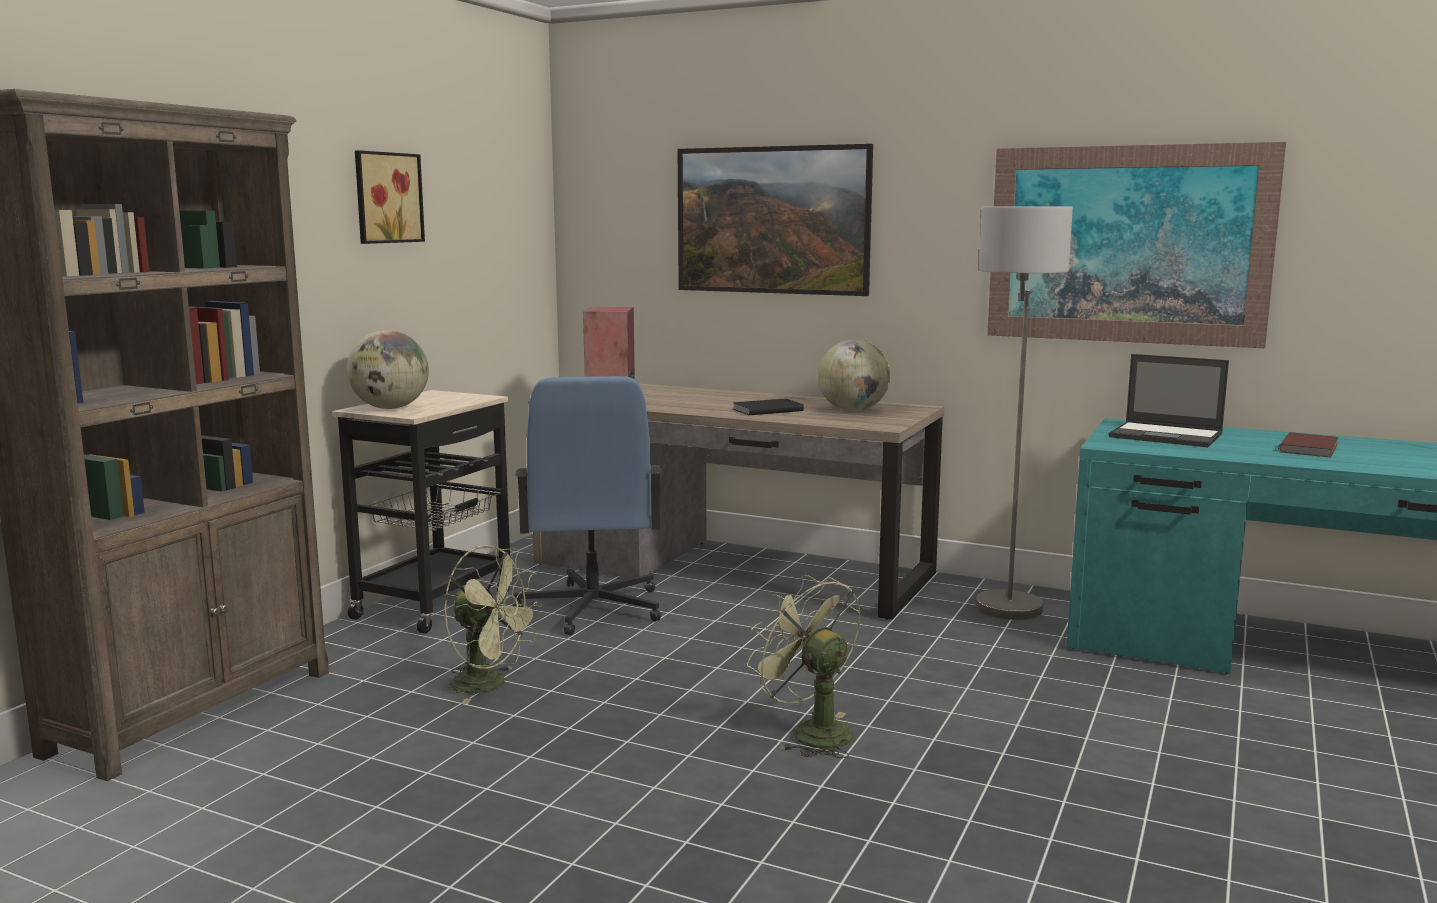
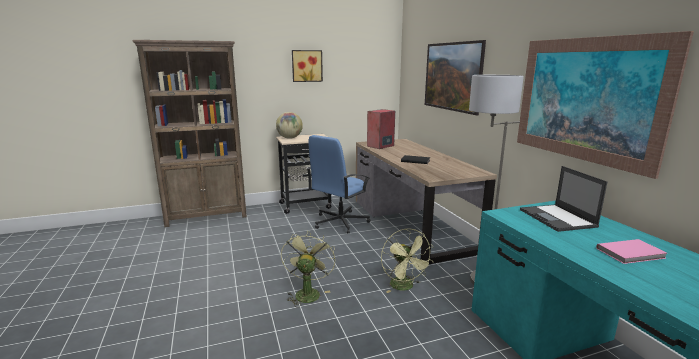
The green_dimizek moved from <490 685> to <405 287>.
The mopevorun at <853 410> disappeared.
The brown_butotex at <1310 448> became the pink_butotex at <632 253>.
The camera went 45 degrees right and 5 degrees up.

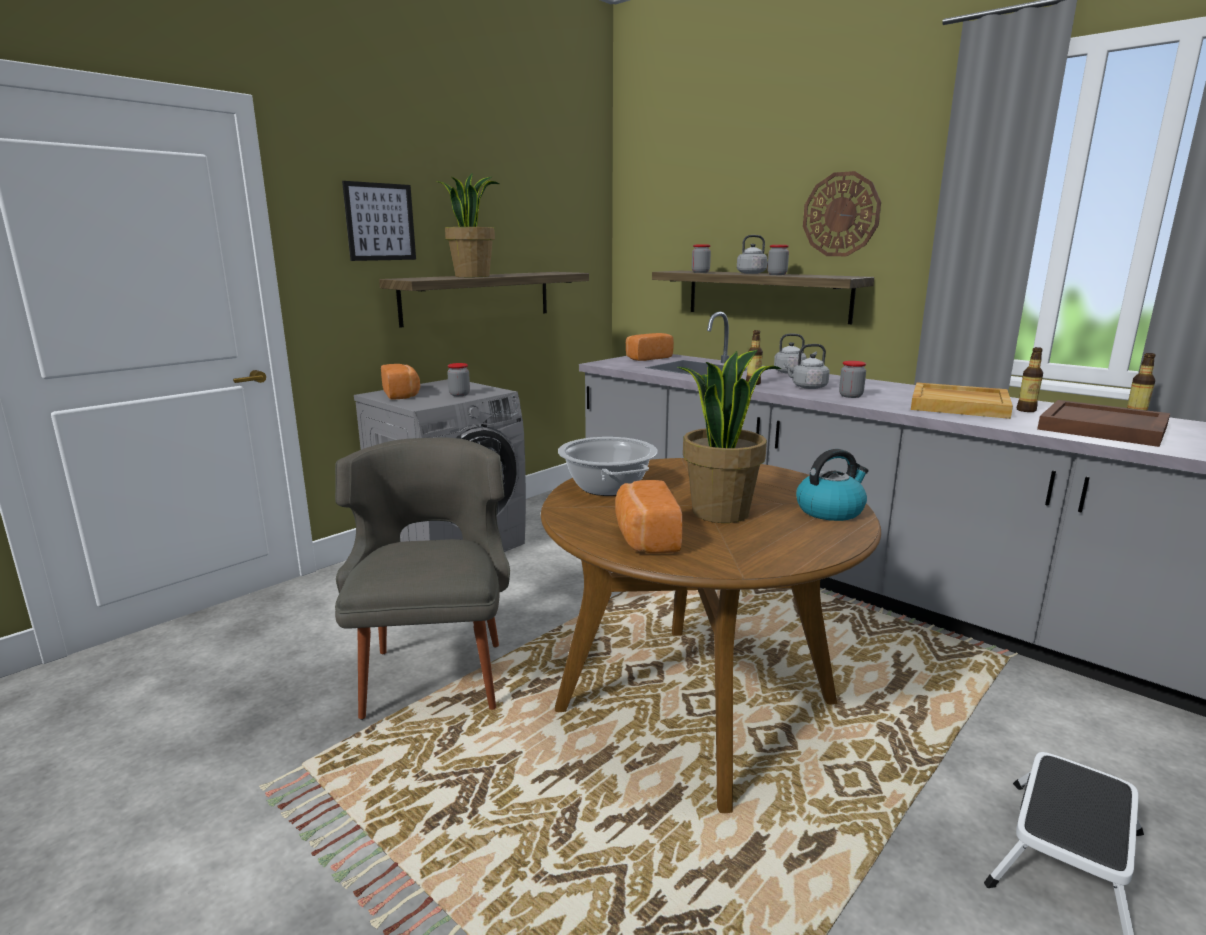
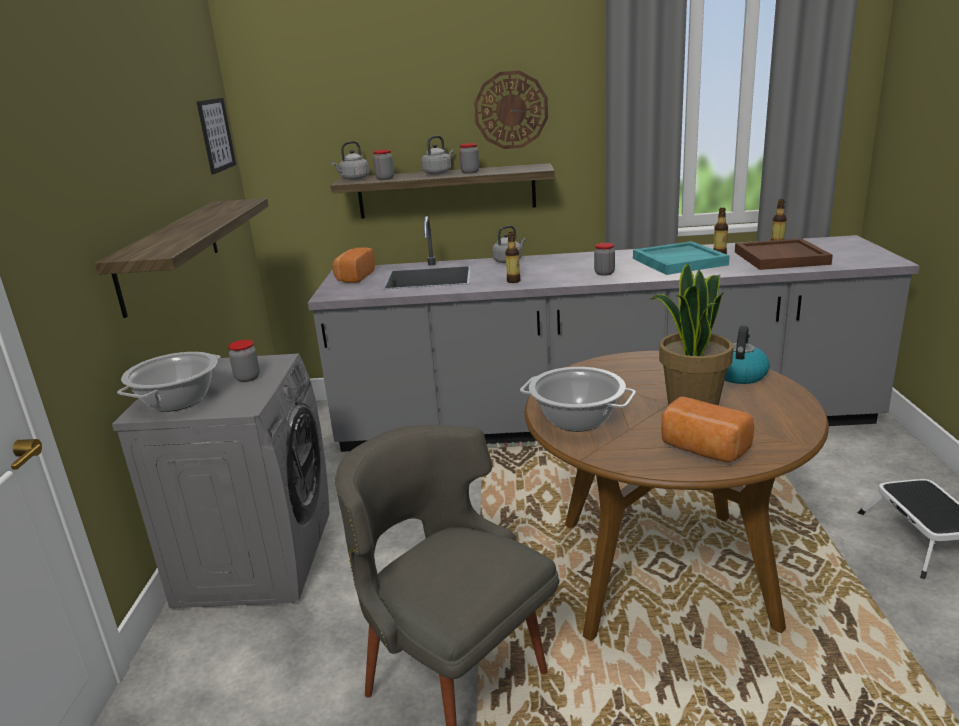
The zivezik moved from <380 222> to <216 135>.
The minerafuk at <402 394> was replaced by the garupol at <178 401>.
The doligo at <472 276> disappeared.
The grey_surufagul moved from <807 387> to <353 179>.
The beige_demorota at <960 405> became the turquoise_demorota at <679 261>.
The camera went 40 degrees left and 5 degrees up.

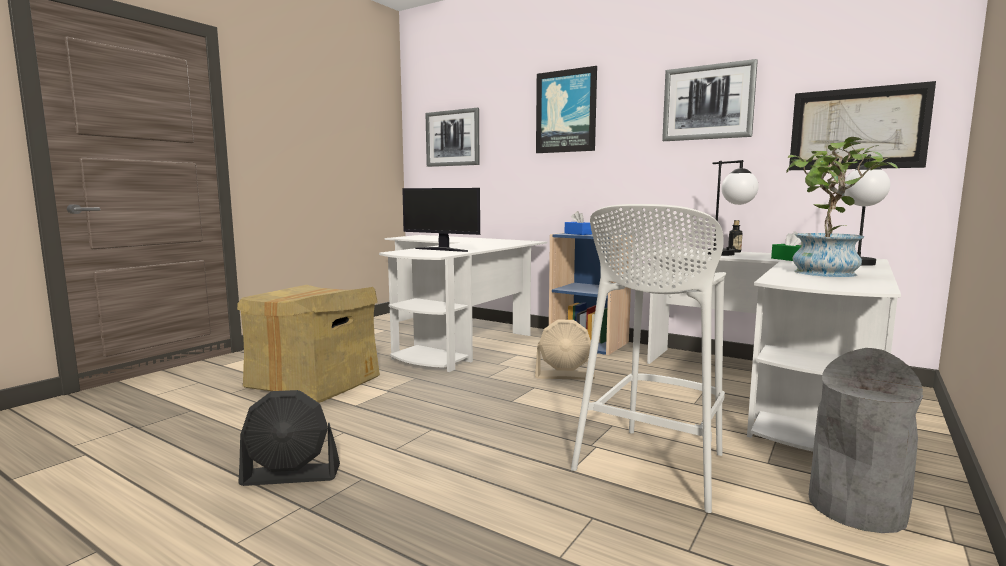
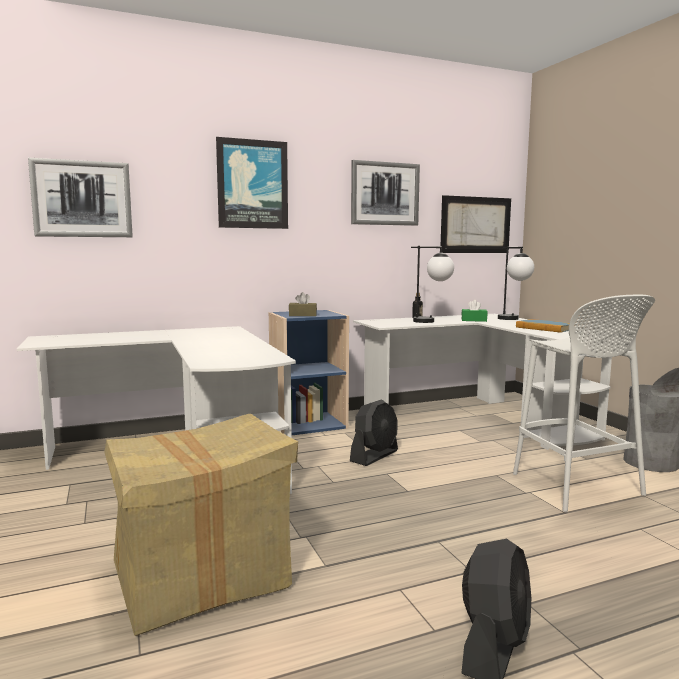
The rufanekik at <442 250> disappeared.
The beige_dimizek at <564 376> became the black_dimizek at <374 456>.
The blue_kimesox at <578 234> became the brown_kimesox at <302 315>.
The doligo at <825 274> was replaced by the butotex at <544 328>.
The camera went 55 degrees left and 0 degrees up.

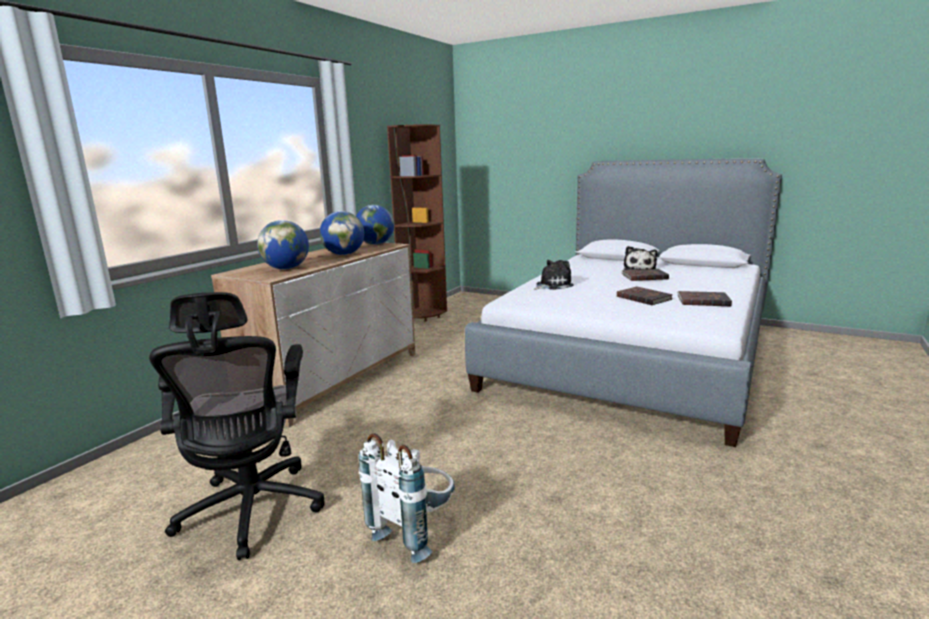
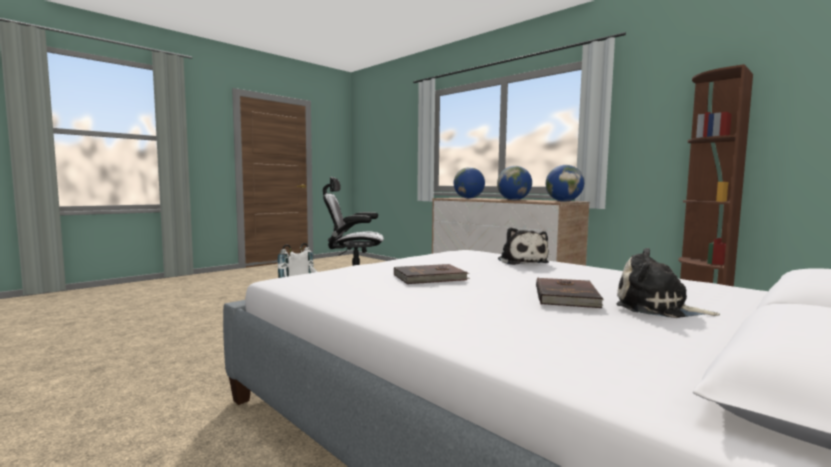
The brown_butotex at <703 301> disappeared.
The camera went 105 degrees right and 10 degrees down.

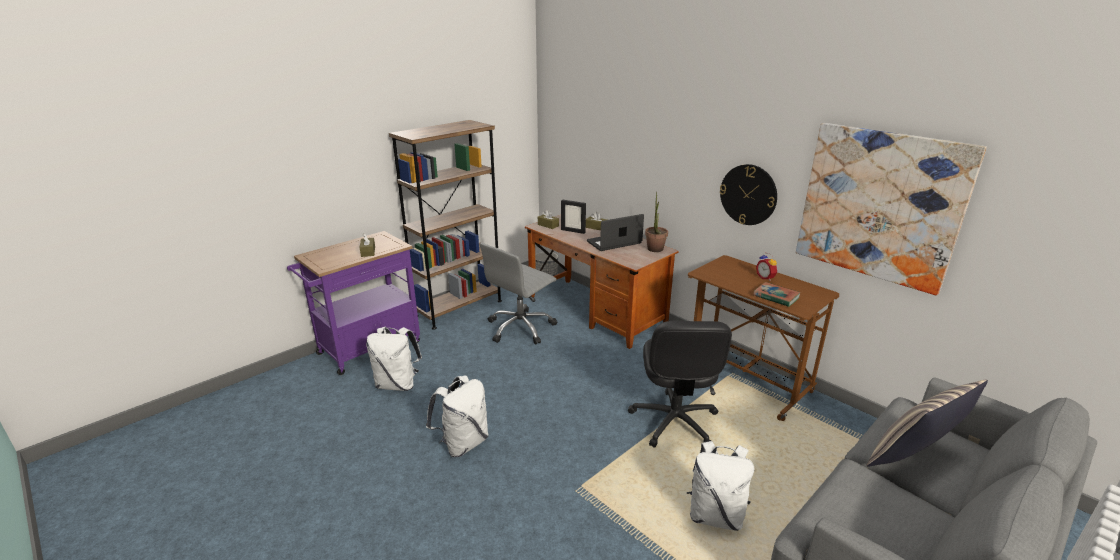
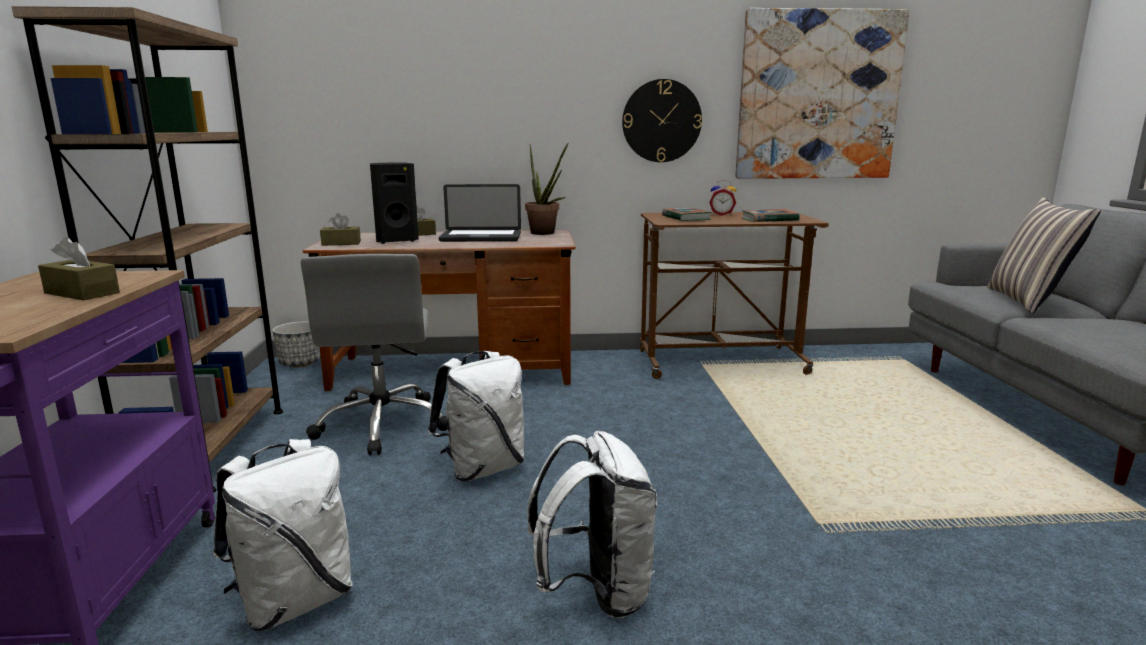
The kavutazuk at <573 231> was replaced by the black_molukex at <395 240>.
The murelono at <614 242> turned 105 degrees counterclockwise.
The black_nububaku at <674 421> disappeared.
The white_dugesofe moved from <715 515> to <483 468>.
The butotex at <686 218> appeared.
The camera went 50 degrees left and 10 degrees down.

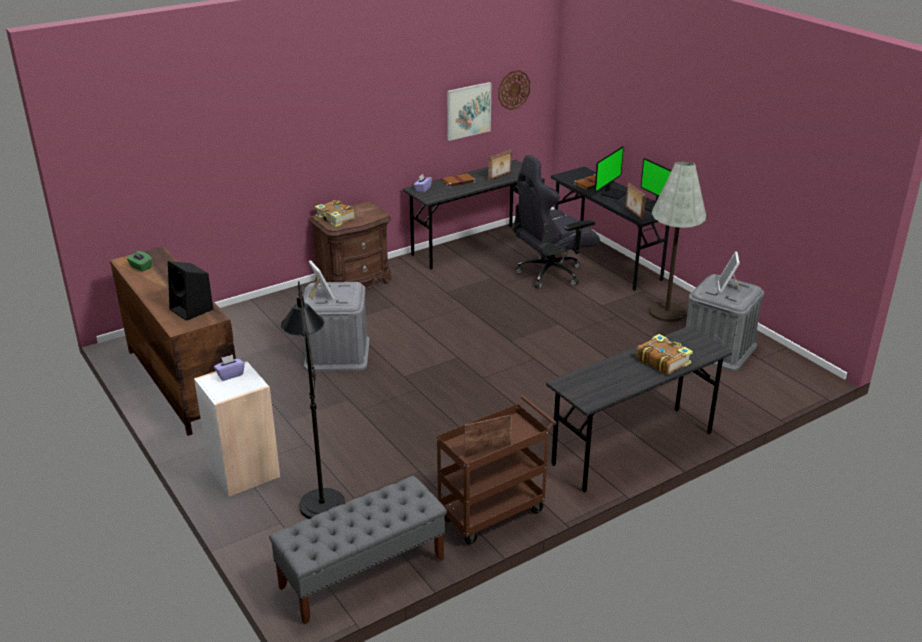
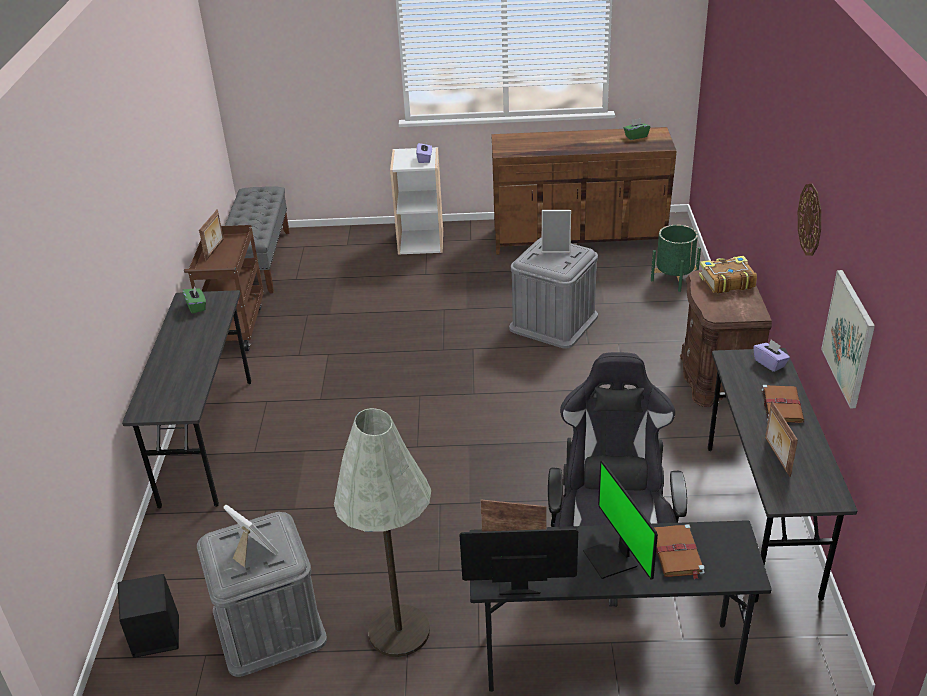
The black_molukex moved from <192 309> to <154 637>.
The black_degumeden at <320 497> disappeared.
The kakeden moved from <513 89> to <810 219>.
The butotex at <663 360> disappeared.
The green_kimesox at <196 306> appeared.
The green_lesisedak at <674 279> appeared.
The camera went 125 degrees right and 5 degrees up.

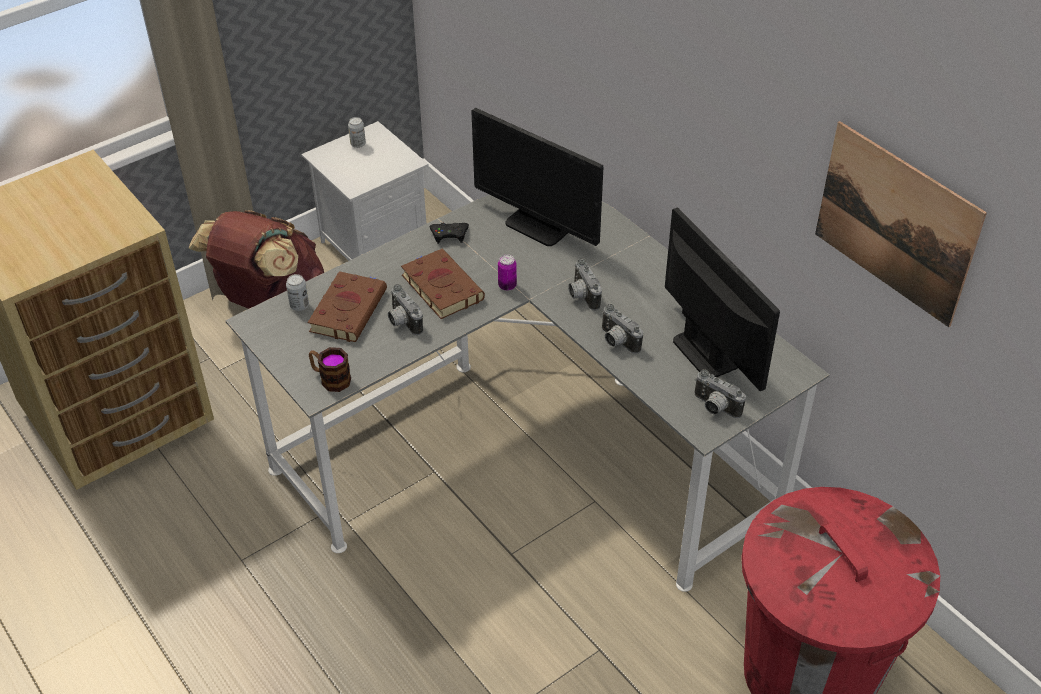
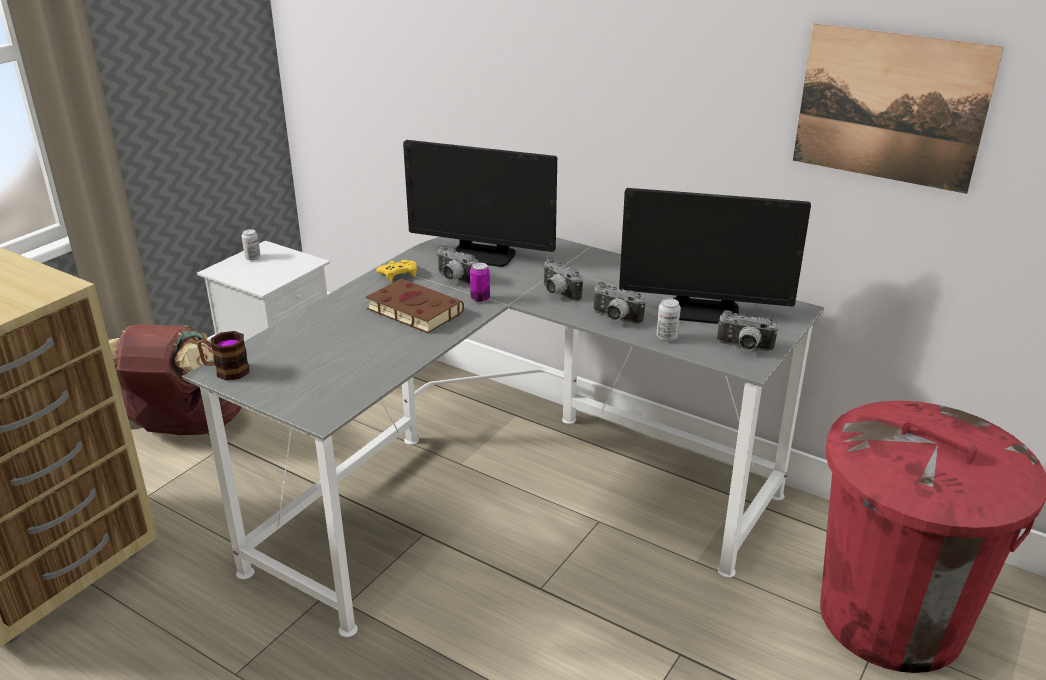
The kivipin moved from <299 306> to <667 337>.
The brown_butotex at <349 309> disappeared.
The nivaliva moved from <330 379> to <225 371>.
The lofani moved from <402 322> to <454 279>.
The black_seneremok at <449 235> became the yellow_seneremok at <399 274>.
The rufanekik at <706 352> turned 150 degrees clockwise.
The camera went 20 degrees left and 15 degrees down.

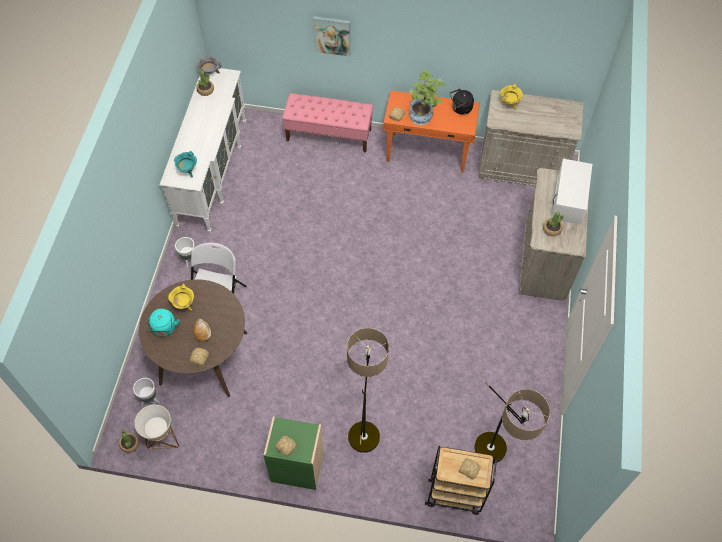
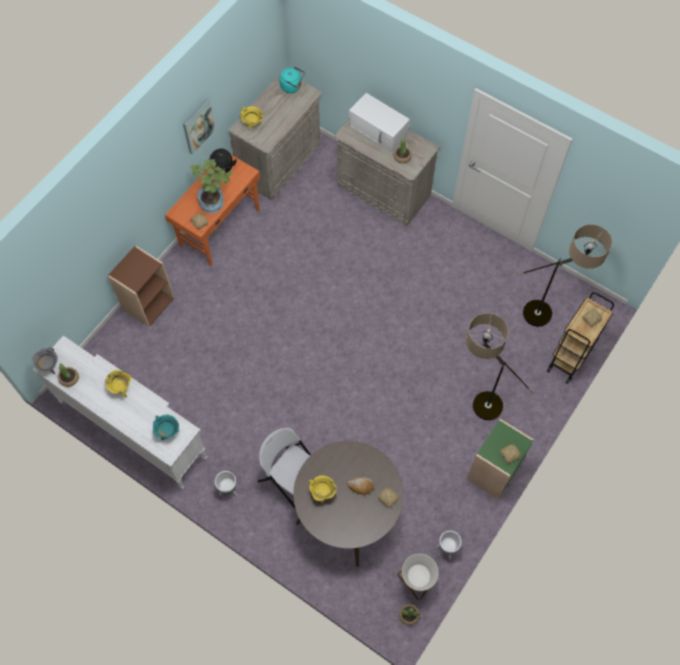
The white_lesisedak moved from <150 399> to <447 549>.
The turquoise_surufagul moved from <164 329> to <292 87>.
The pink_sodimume at <329 135> was replaced by the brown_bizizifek at <148 303>.
The zivezik moved from <332 35> to <198 125>.
The yellow_garupol at <121 388> appeared.
The camera went 65 degrees left and 5 degrees up.

